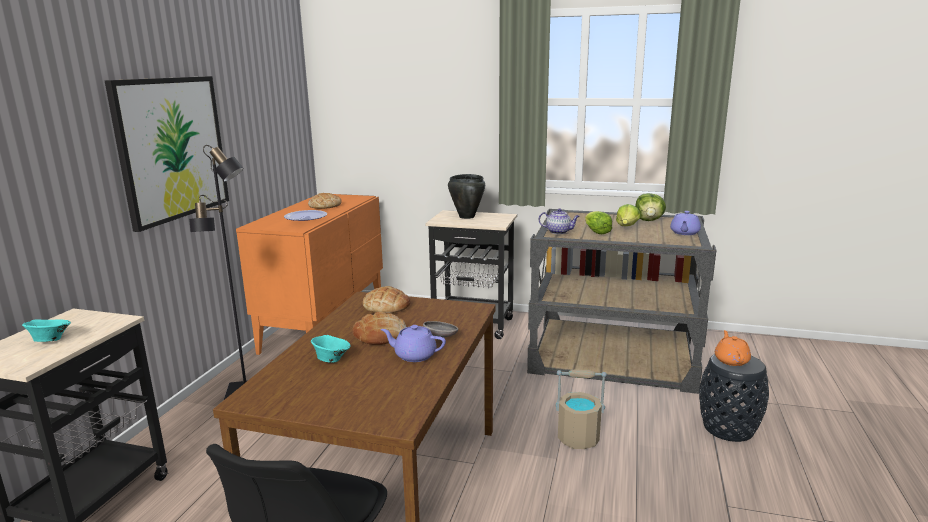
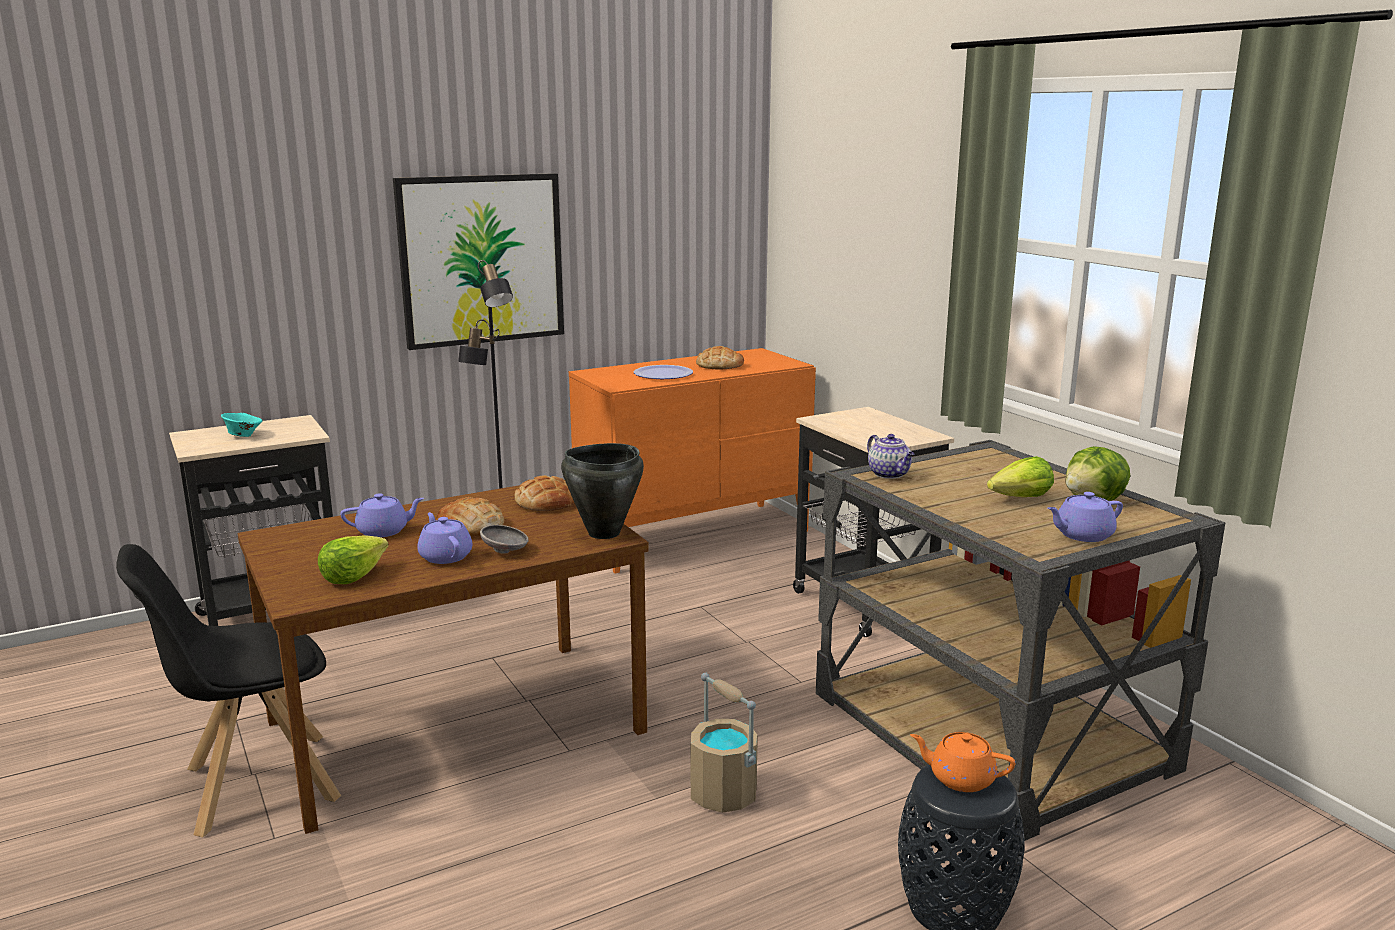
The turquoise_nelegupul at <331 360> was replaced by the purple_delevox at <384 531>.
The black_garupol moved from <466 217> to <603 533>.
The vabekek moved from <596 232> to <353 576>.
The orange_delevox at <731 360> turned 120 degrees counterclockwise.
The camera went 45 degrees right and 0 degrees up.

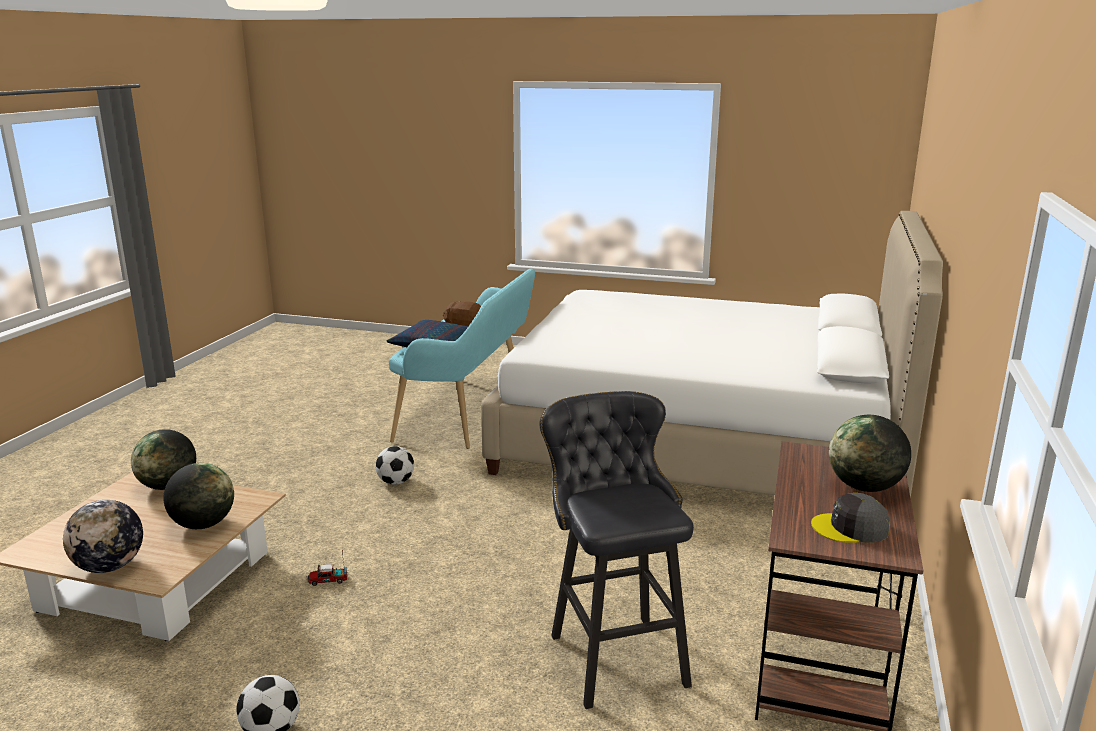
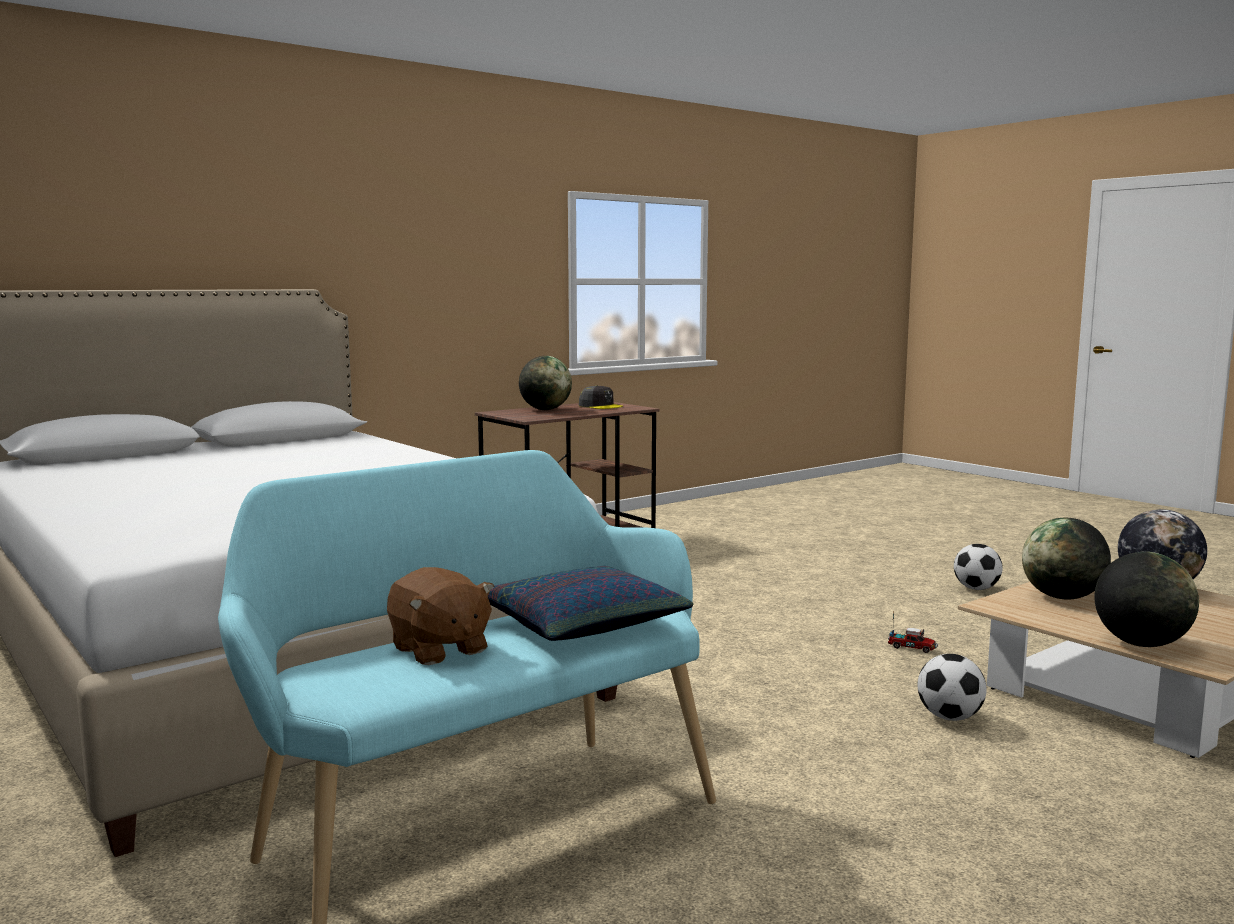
The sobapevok moved from <396 482> to <949 717>.
The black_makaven at <612 648> disappeared.
The camera went 145 degrees left and 10 degrees down.

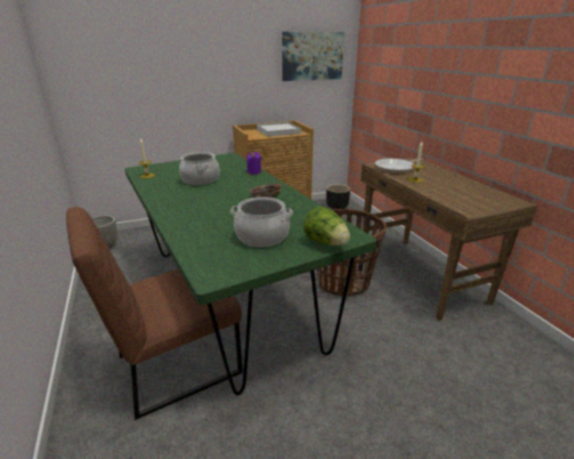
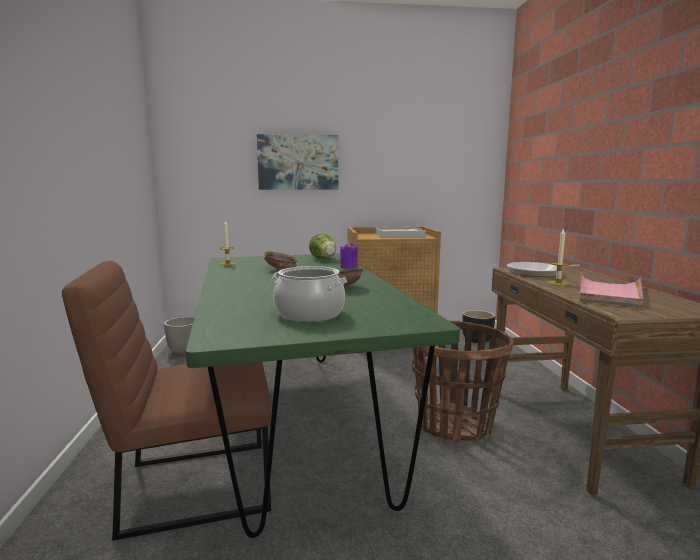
The garupol at <200 180> was replaced by the brown_nelegupul at <281 269>.
The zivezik moved from <312 56> to <298 162>.
The vabekek moved from <326 243> to <324 259>.
The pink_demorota at <609 293> appeared.
The camera went 15 degrees right and 15 degrees down.

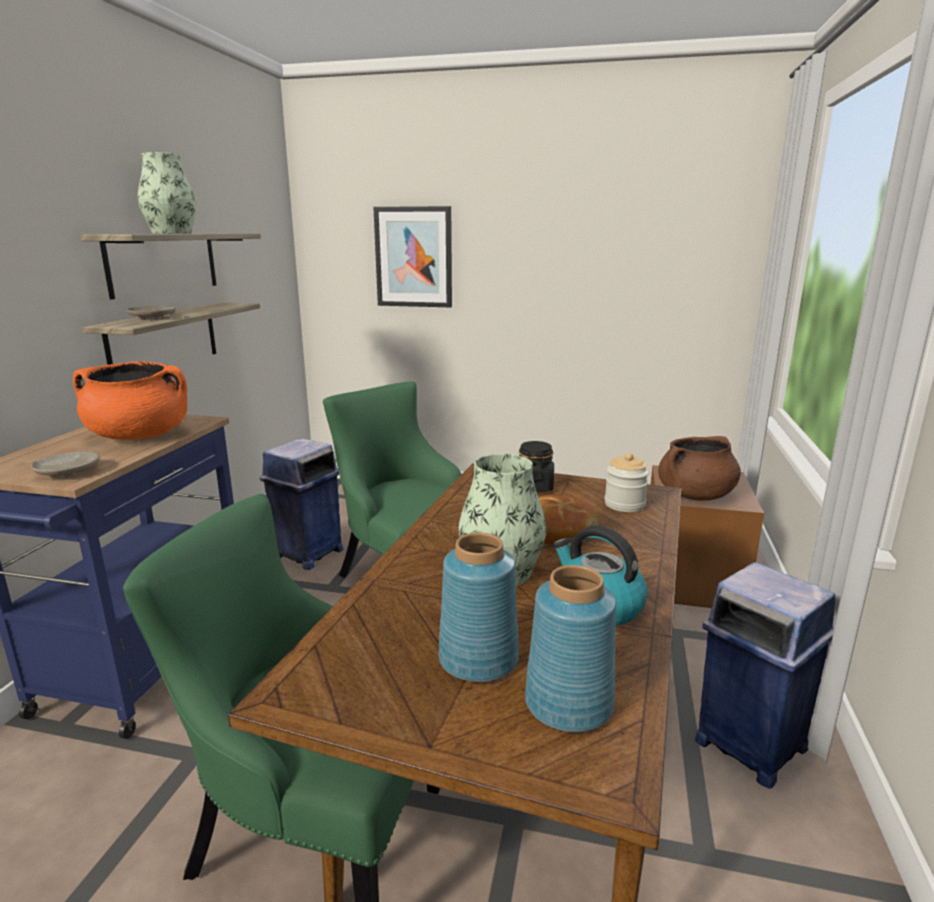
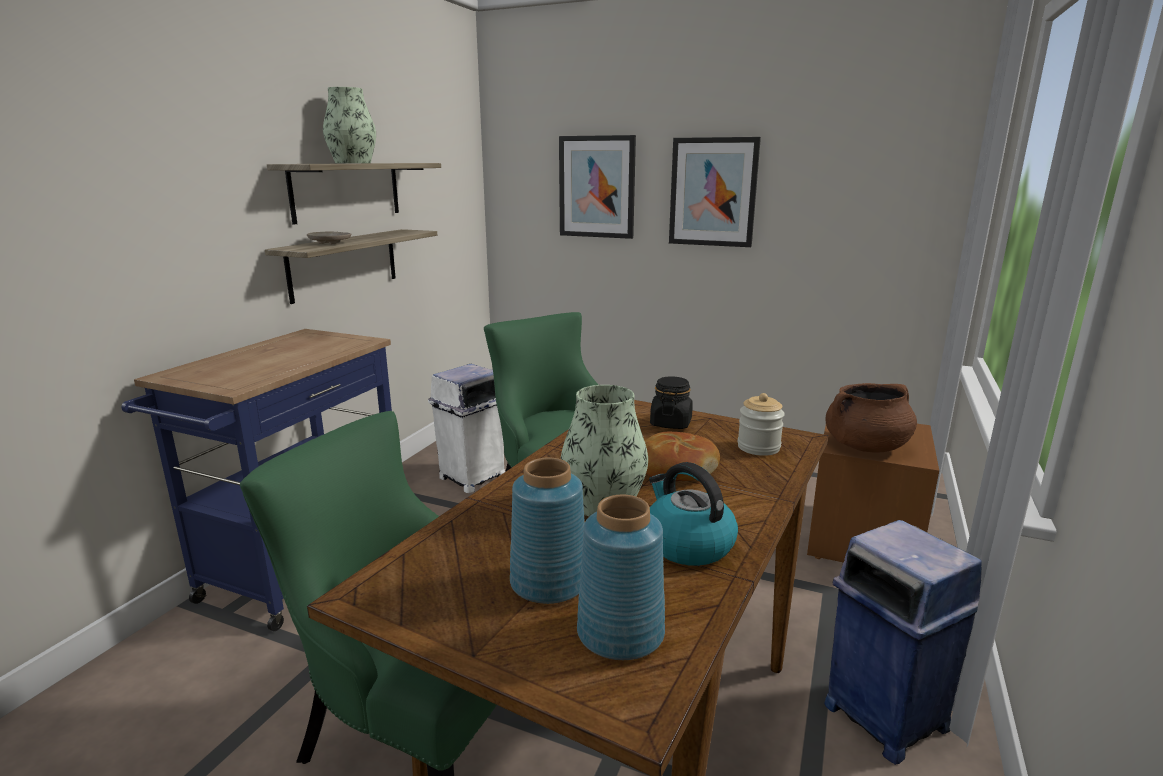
The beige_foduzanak at <68 472> disappeared.
The orange_garupol at <140 436> disappeared.
The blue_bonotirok at <307 554> became the white_bonotirok at <471 478>.
The zivezik at <713 192> appeared.
The camera went 10 degrees right and 0 degrees up.

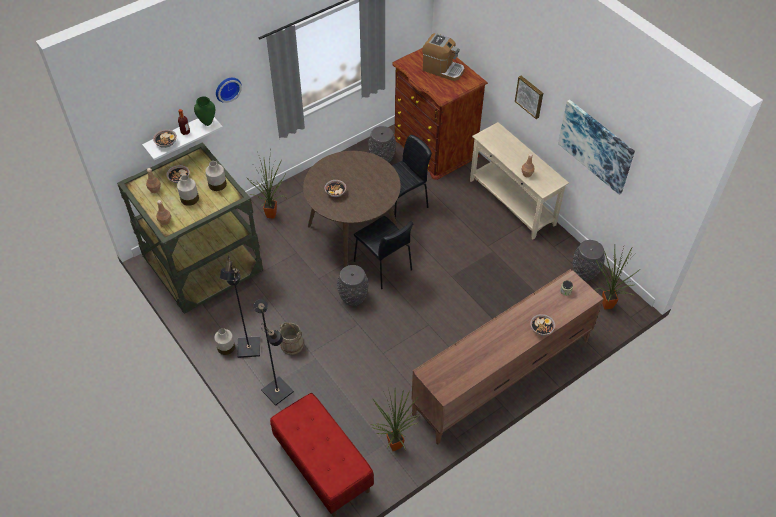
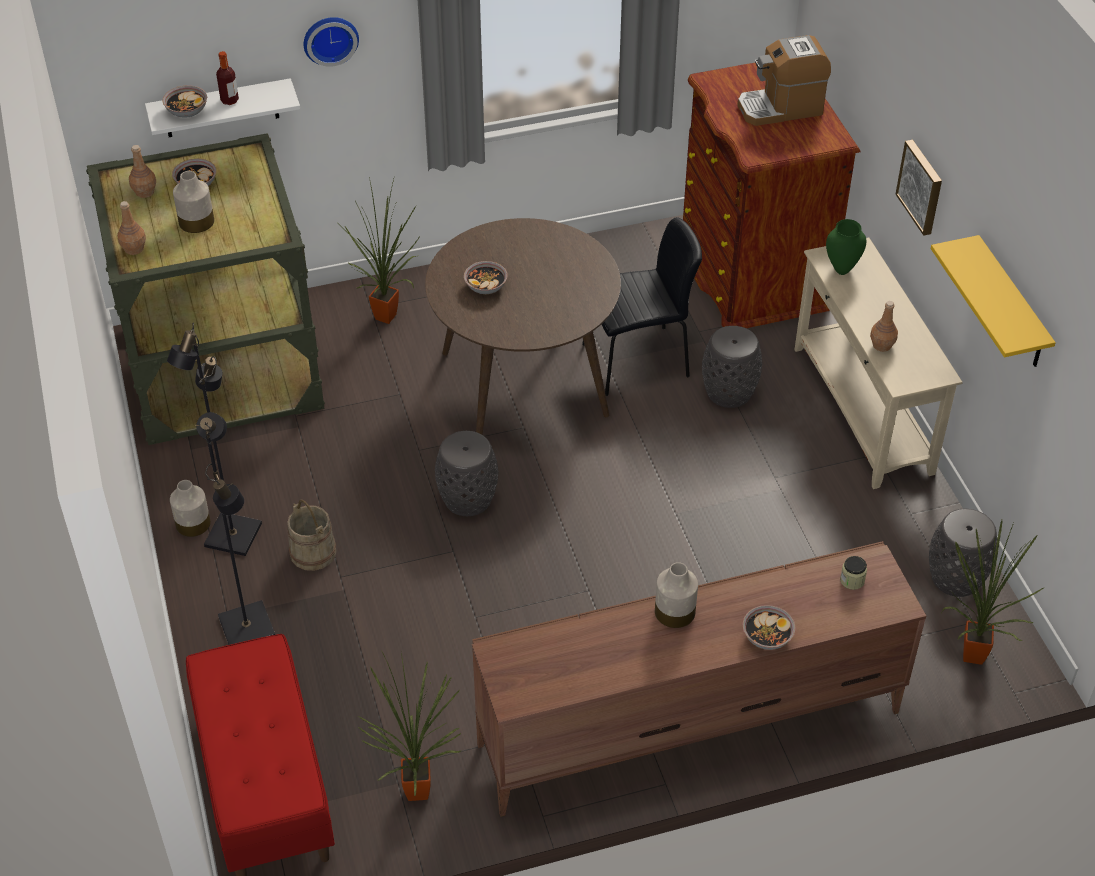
The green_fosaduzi moved from <207 122> to <841 269>.
The beige_fosaduzi moved from <217 184> to <675 612>.
The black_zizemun at <384 267> disappeared.
The grey_makaven moved from <382 157> to <729 392>.
The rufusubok at <443 69> turned 120 degrees clockwise.
The zivezik at <596 146> was replaced by the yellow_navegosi at <1011 305>.
The camera went 20 degrees right and 5 degrees down.

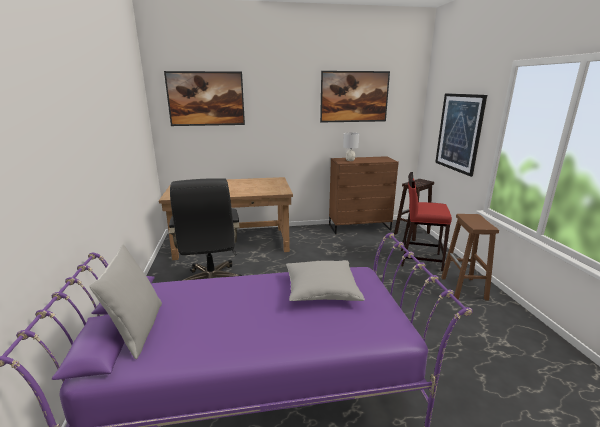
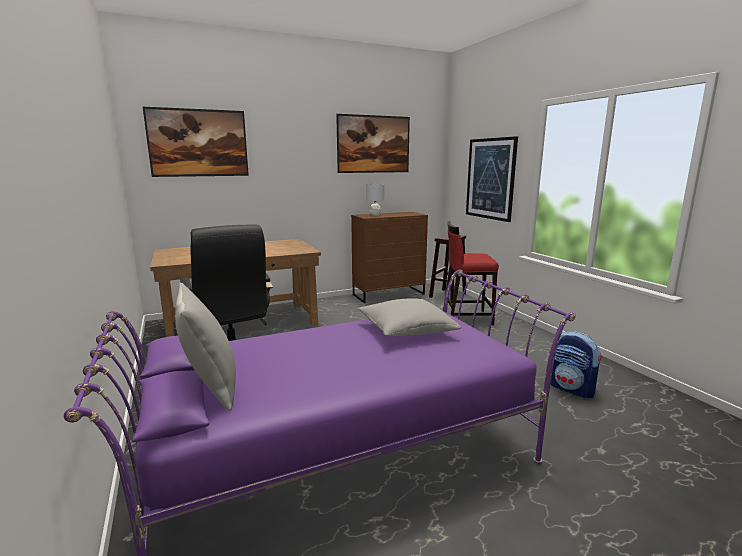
The brown_makaven at <464 289> disappeared.
The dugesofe at <572 389> appeared.
The camera went 15 degrees left and 5 degrees down.

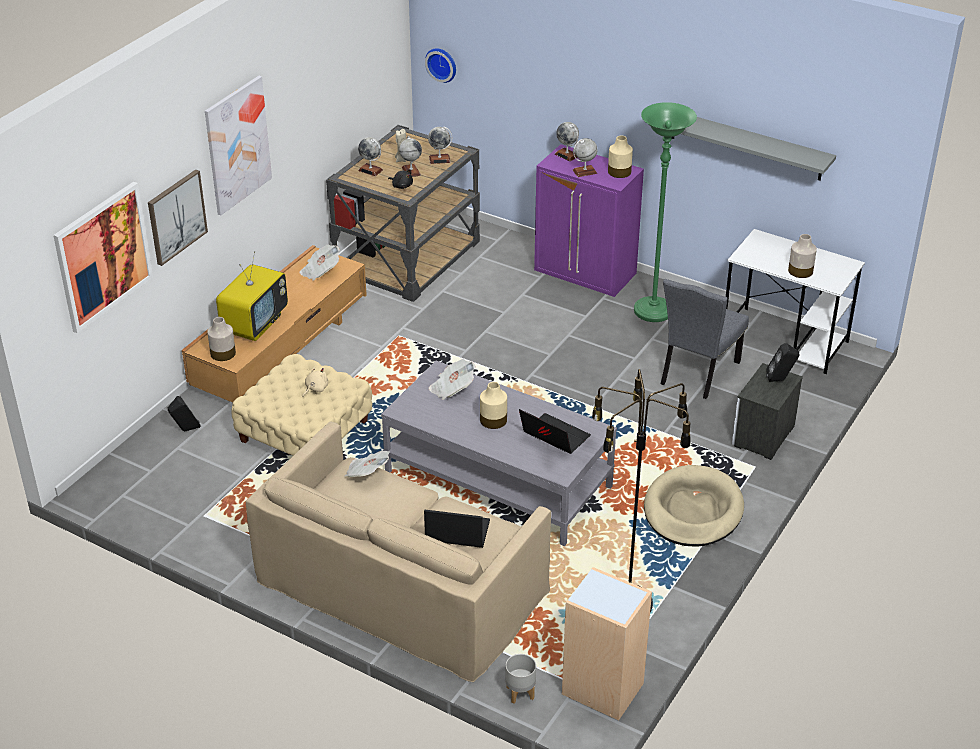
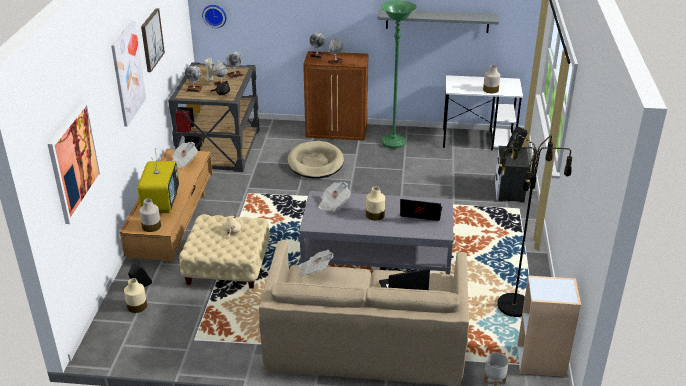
The zivezik moved from <176 216> to <151 40>.
The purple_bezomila at <585 272> became the brown_bezomila at <337 131>.
The beige_fosaduzi moved from <619 171> to <136 306>.
The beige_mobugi moved from <693 510> to <315 163>.
The grey_zizemun at <698 371> disappeared.
The camera went 25 degrees left and 5 degrees down.

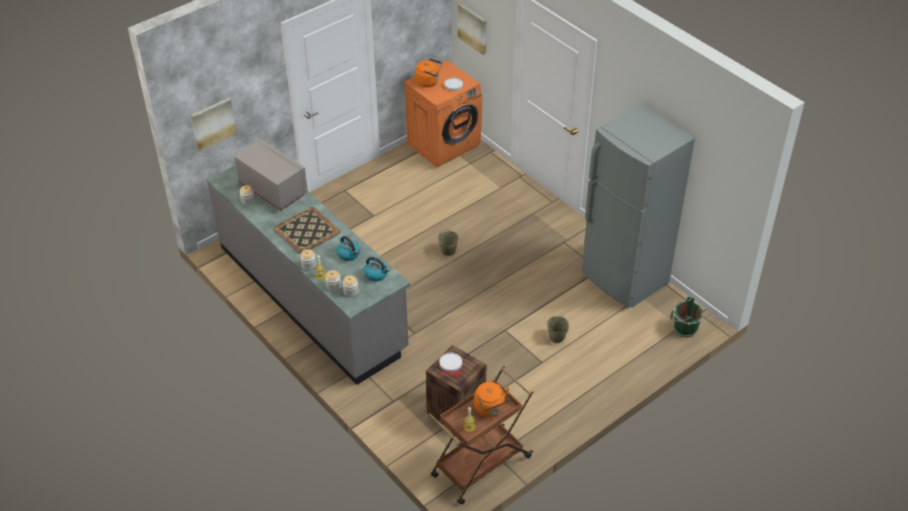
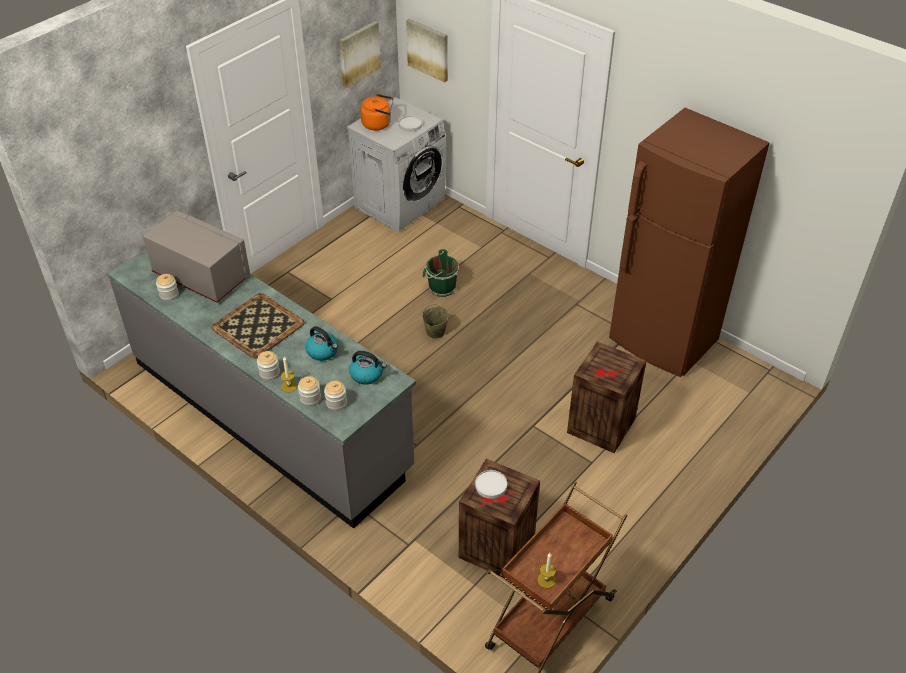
The zivezik moved from <213 123> to <358 53>.
The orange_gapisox at <443 145> became the white_gapisox at <400 205>.
The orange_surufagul at <490 409> disappeared.
The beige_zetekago at <557 337> was replaced by the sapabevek at <601 426>.
The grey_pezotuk at <624 278> became the brown_pezotuk at <662 340>.
The green_zetekago moved from <684 328> to <440 288>.
The camera went 10 degrees left and 0 degrees up.

